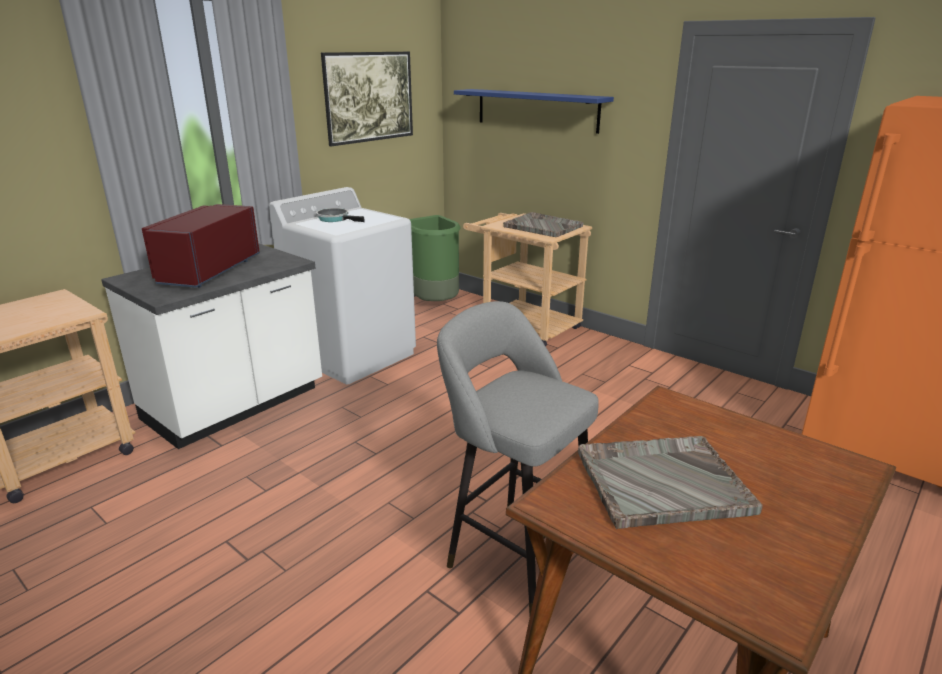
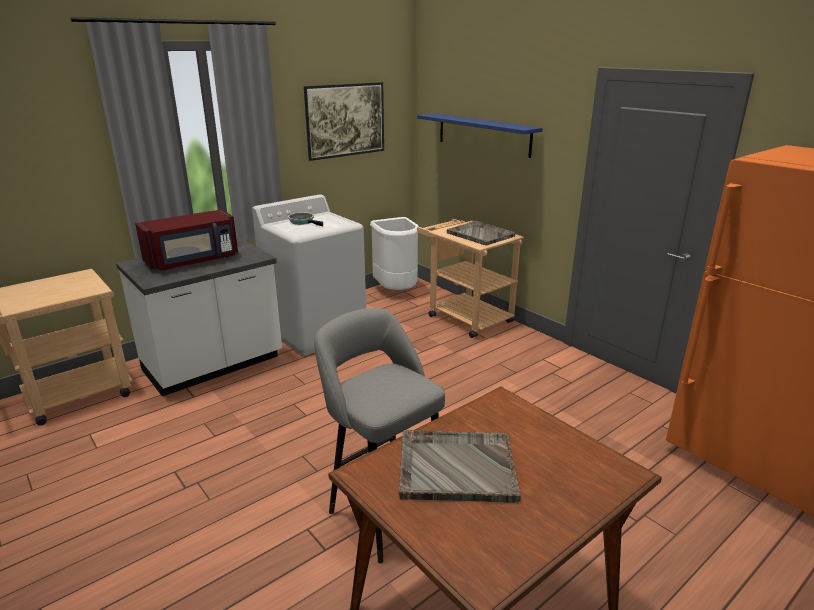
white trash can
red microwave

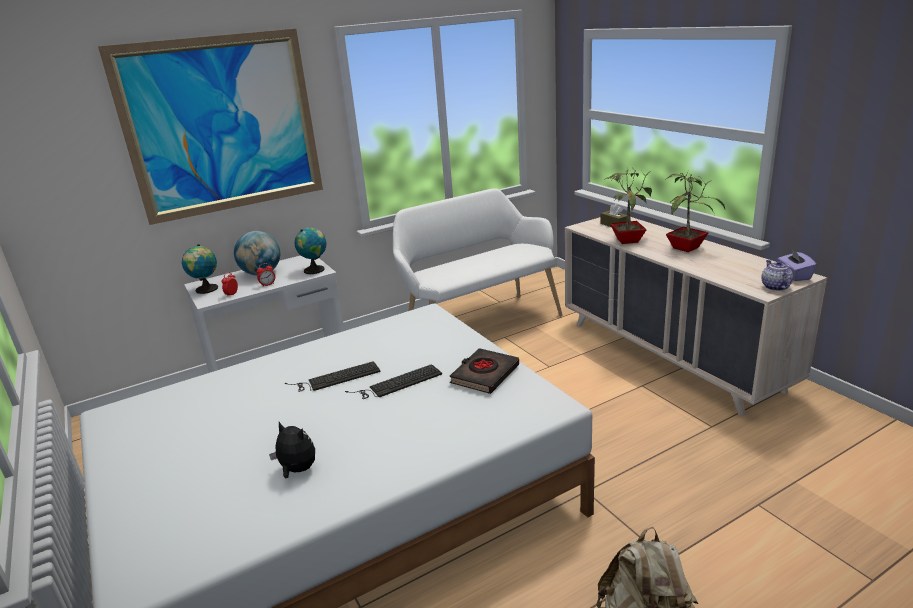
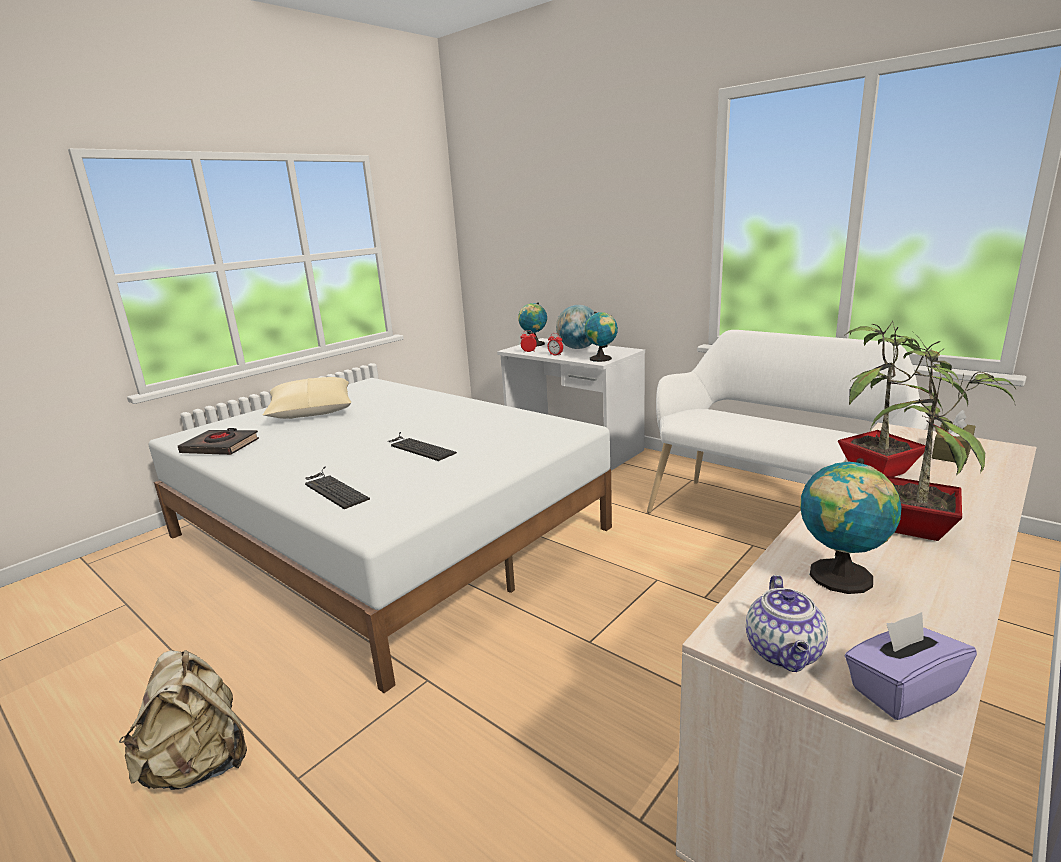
picture
plush toy
beige pillow
globe (4th from left)
keyboard (1st from left)
black book
teapot

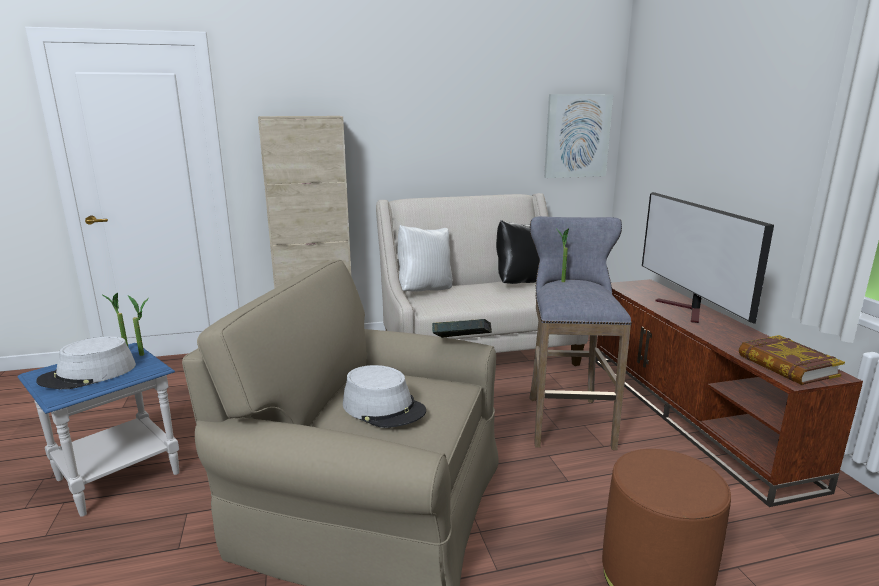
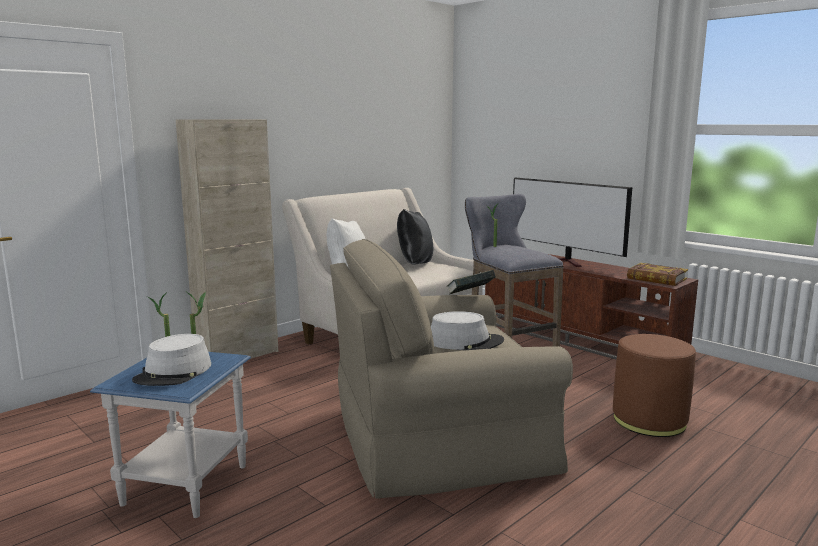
picture

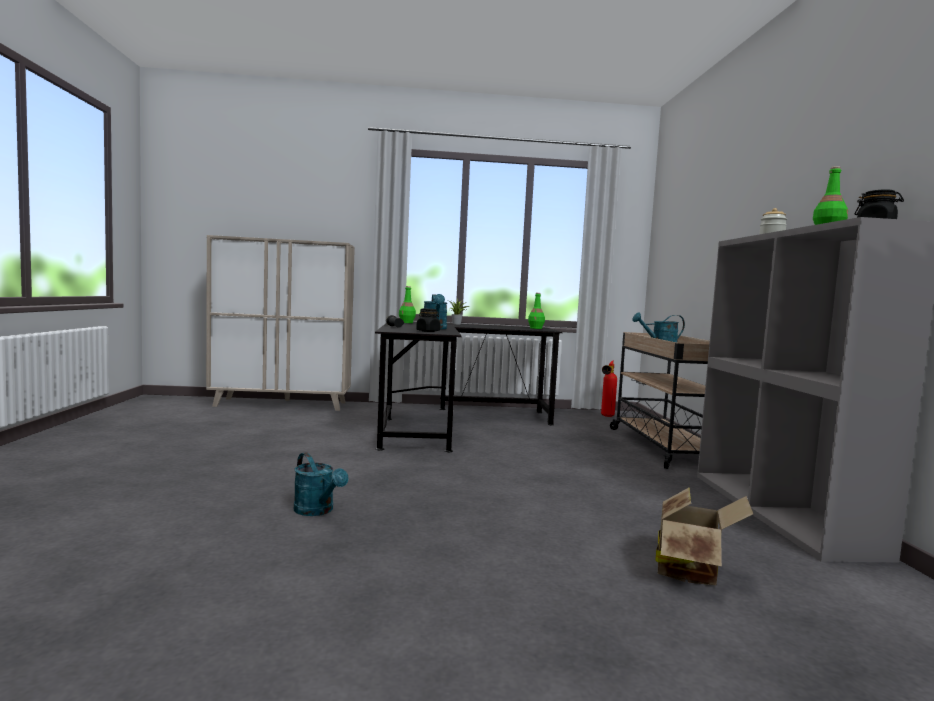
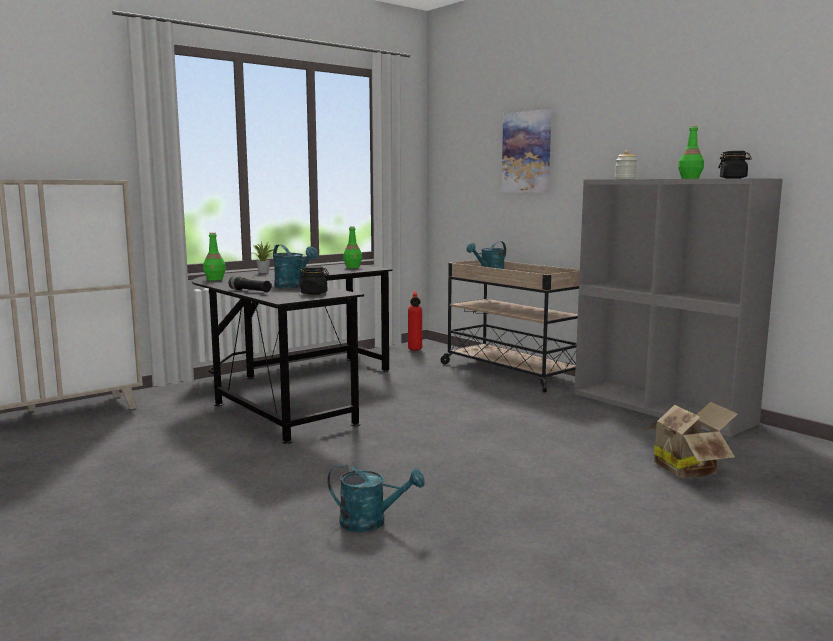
picture

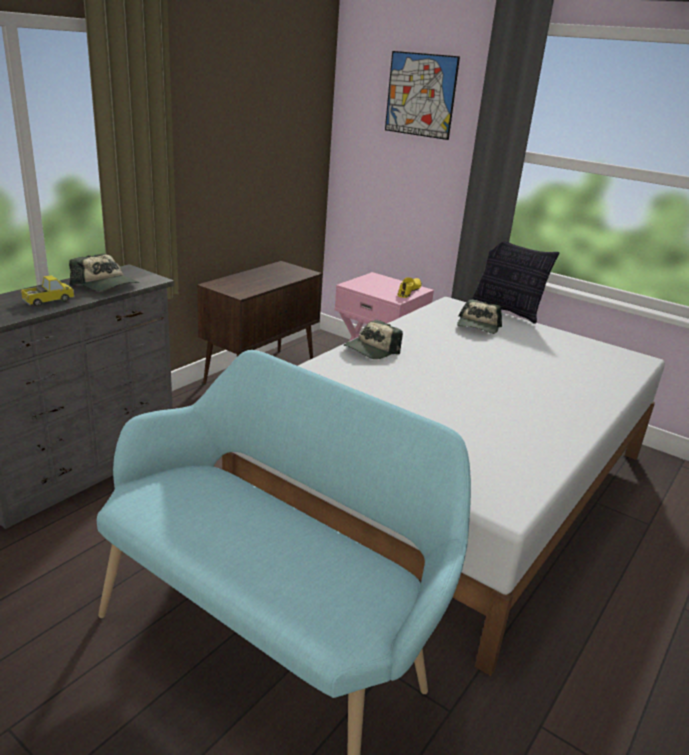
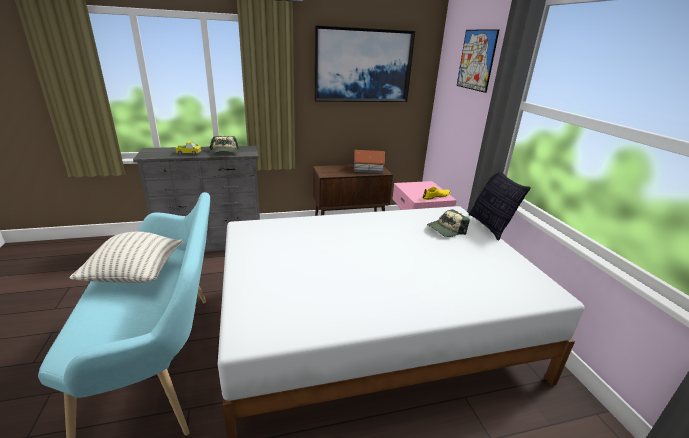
cap (2nd from left in the first image)
pillow (1st from left)
picture (1st from left)
toy house

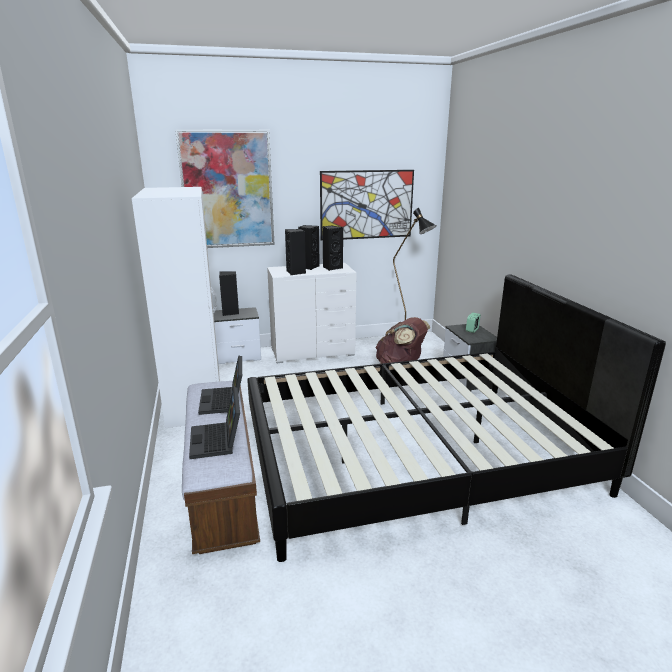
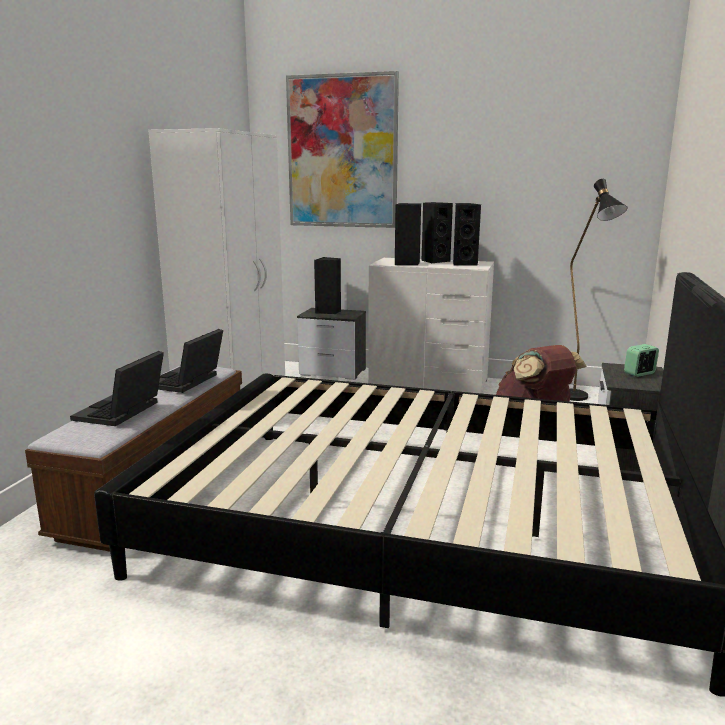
picture (2nd from left in the first image)

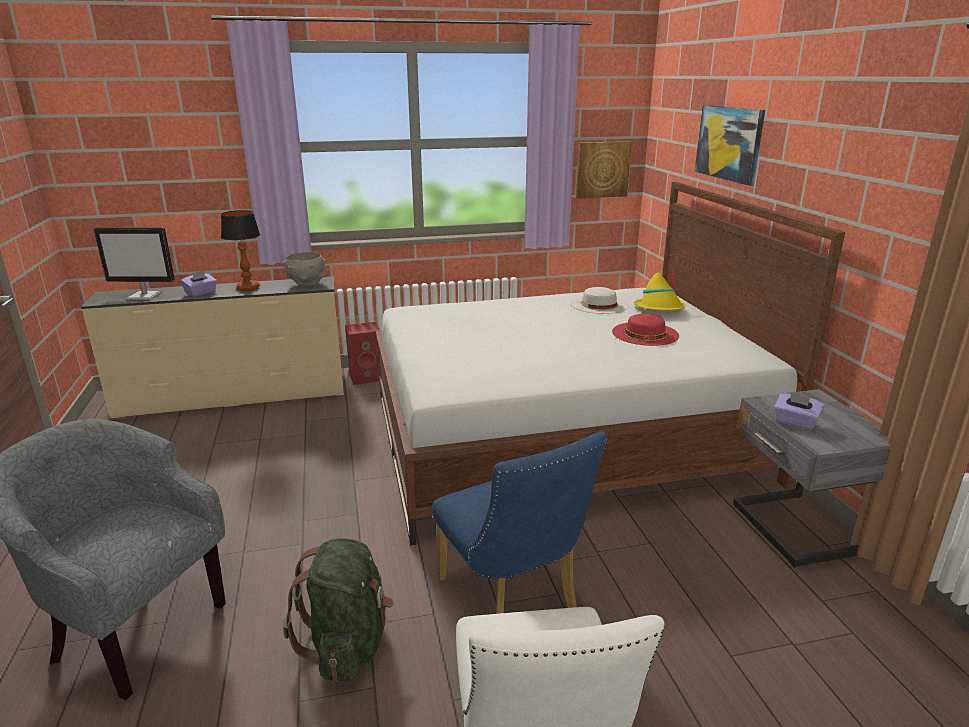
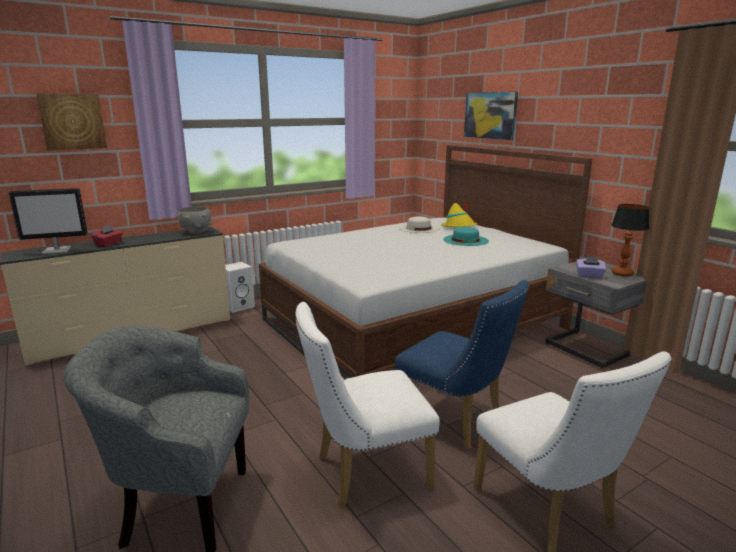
table lamp
picture (1st from left)
white chair (1st from left)
red tissue box
white speaker
turquoise hat

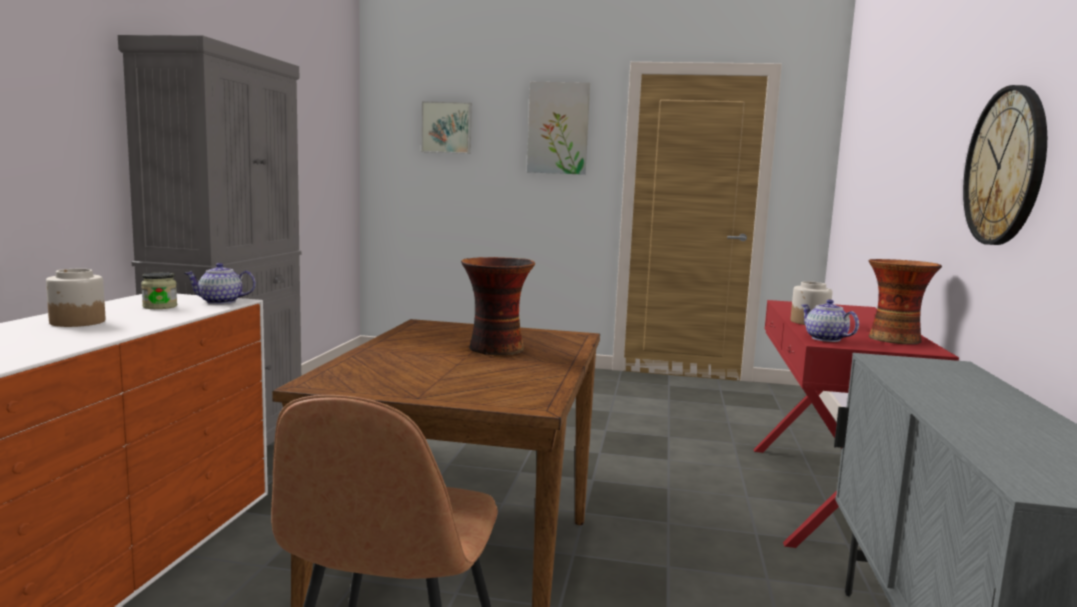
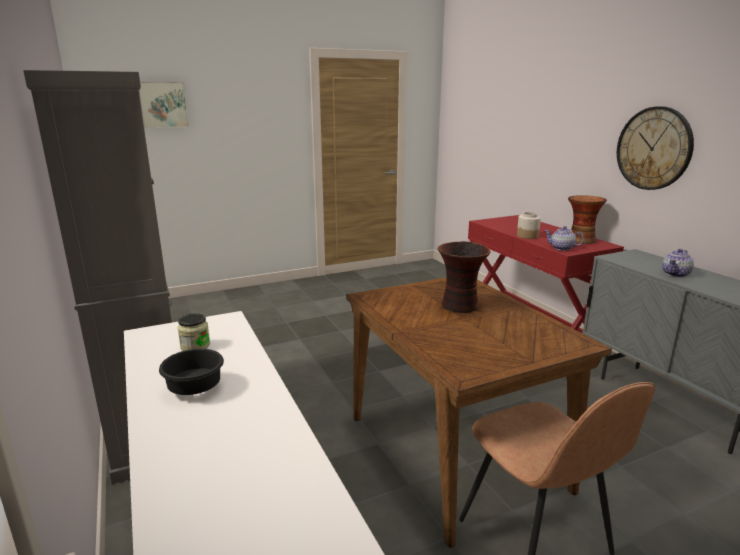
picture (2nd from left in the first image)
teapot (2nd from left)
black bowl

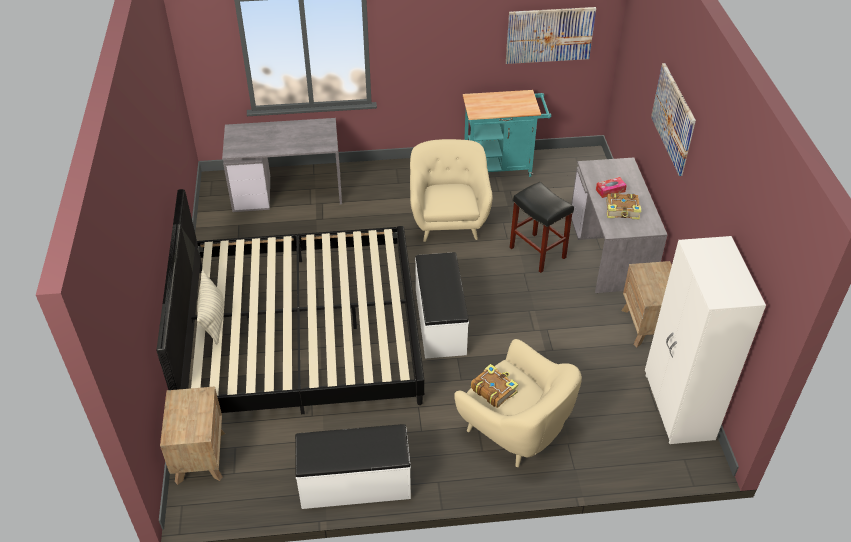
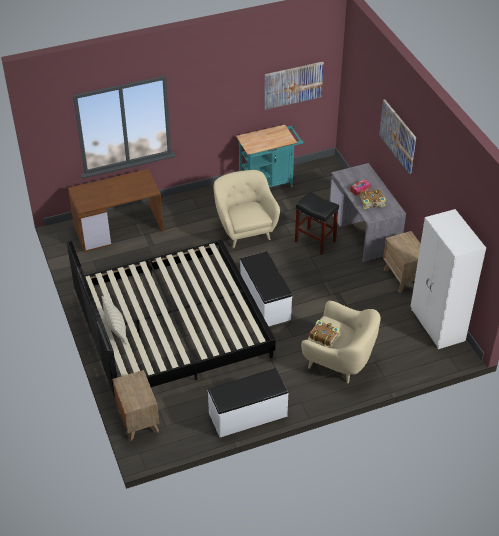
brown desk

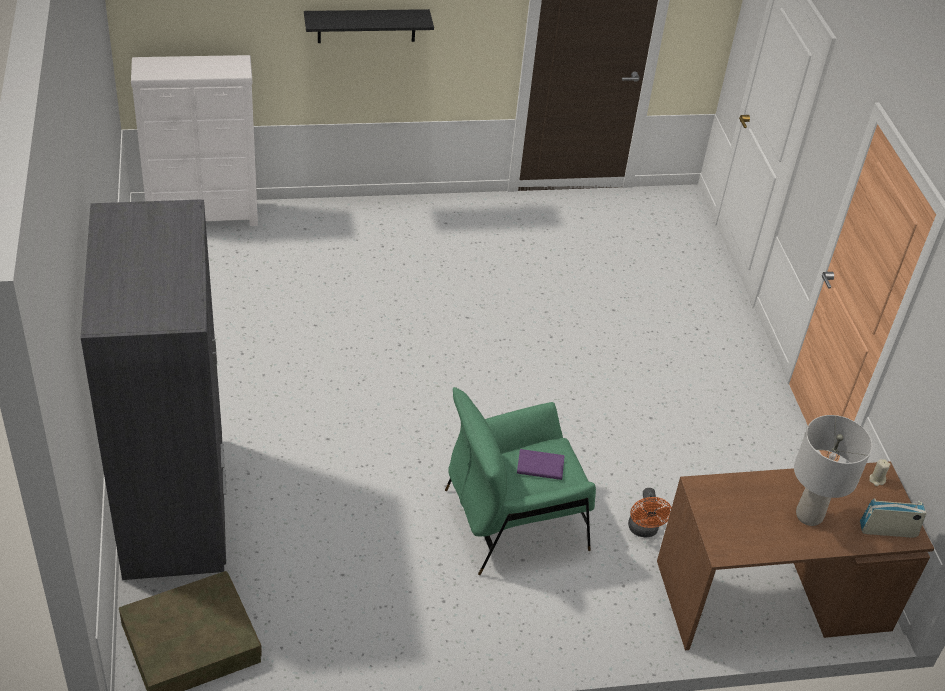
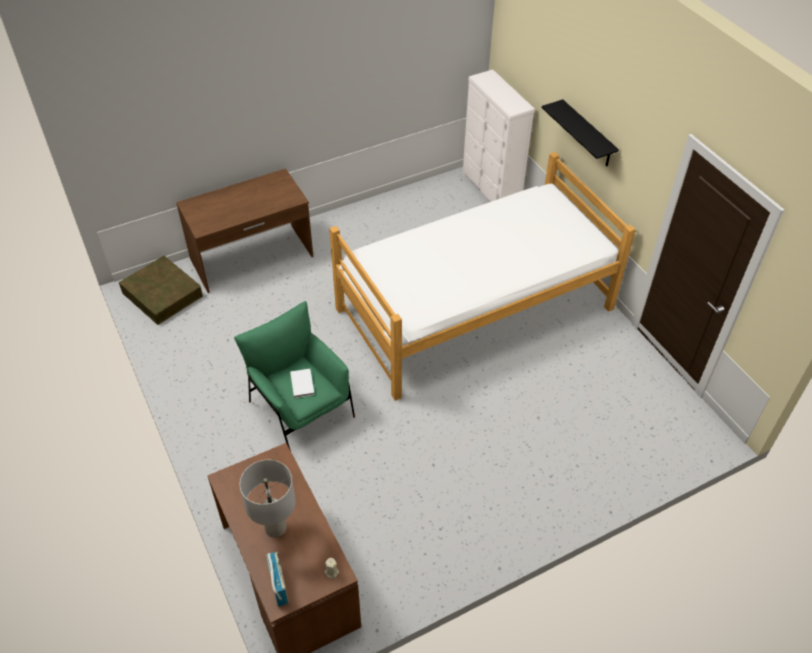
orange fan
bed
brown desk (1st from left)
white book

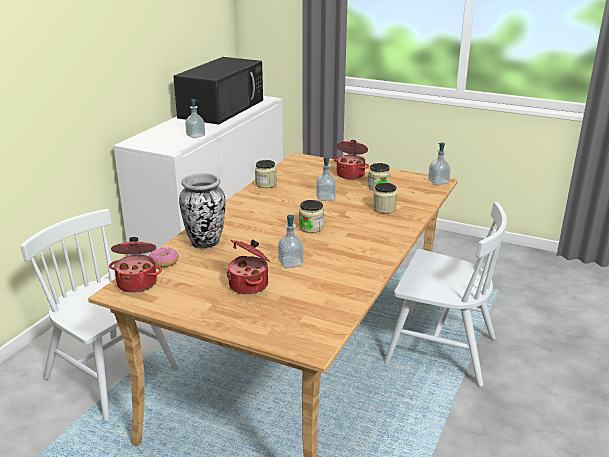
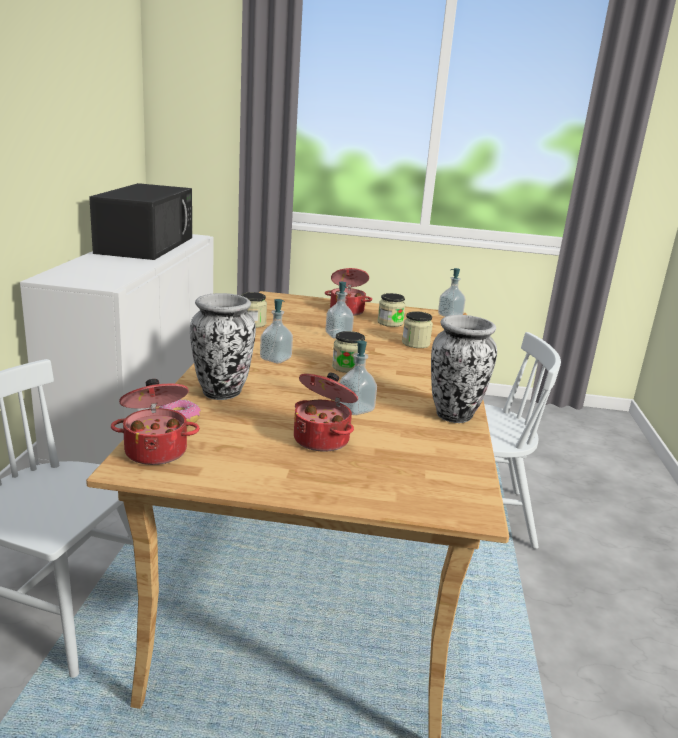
vase (2nd from left)
soap dispenser (1st from left)

